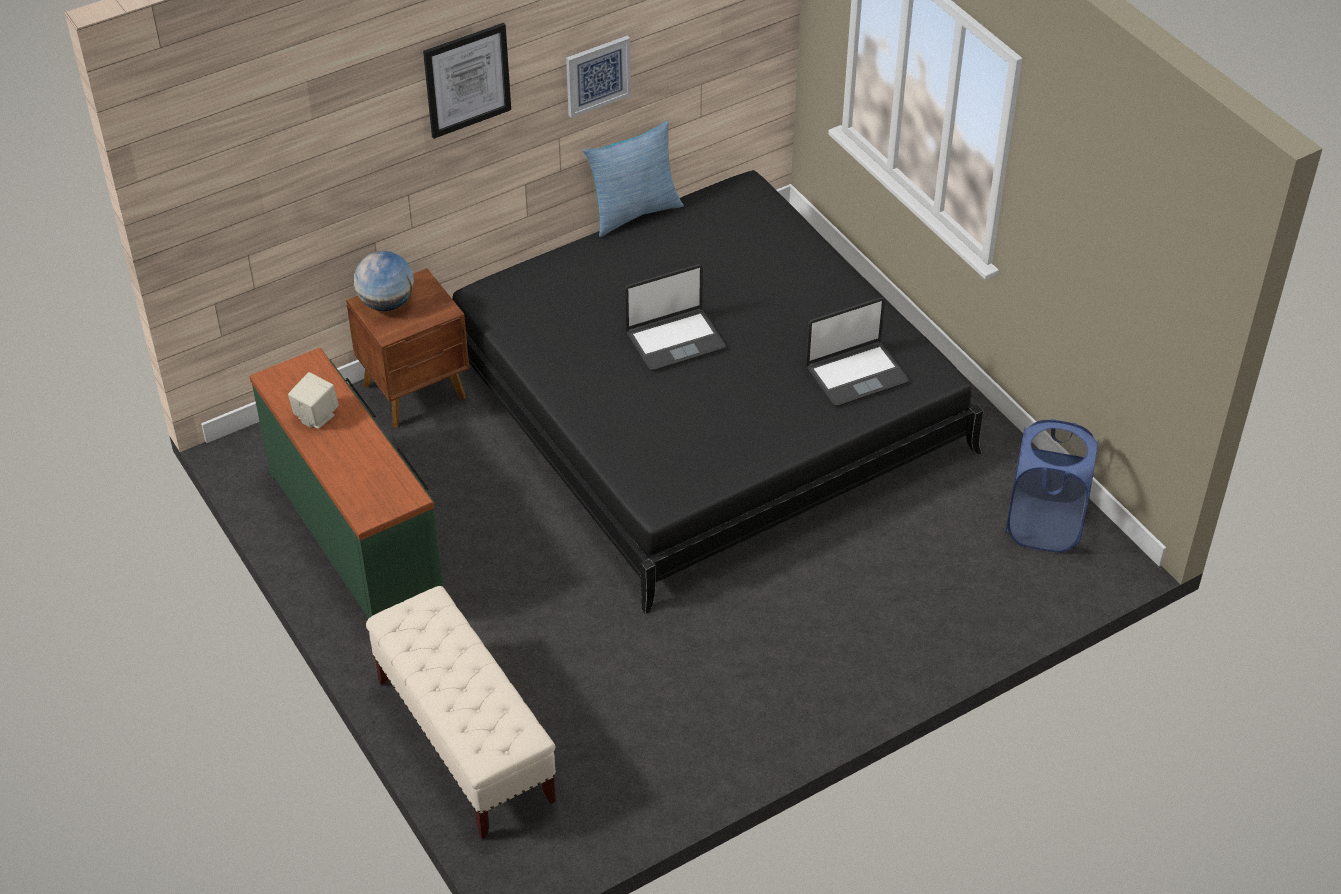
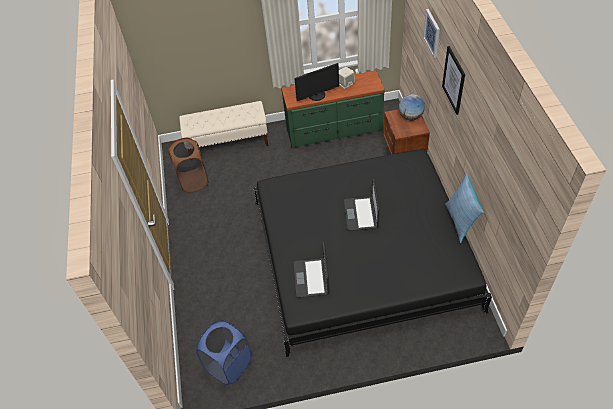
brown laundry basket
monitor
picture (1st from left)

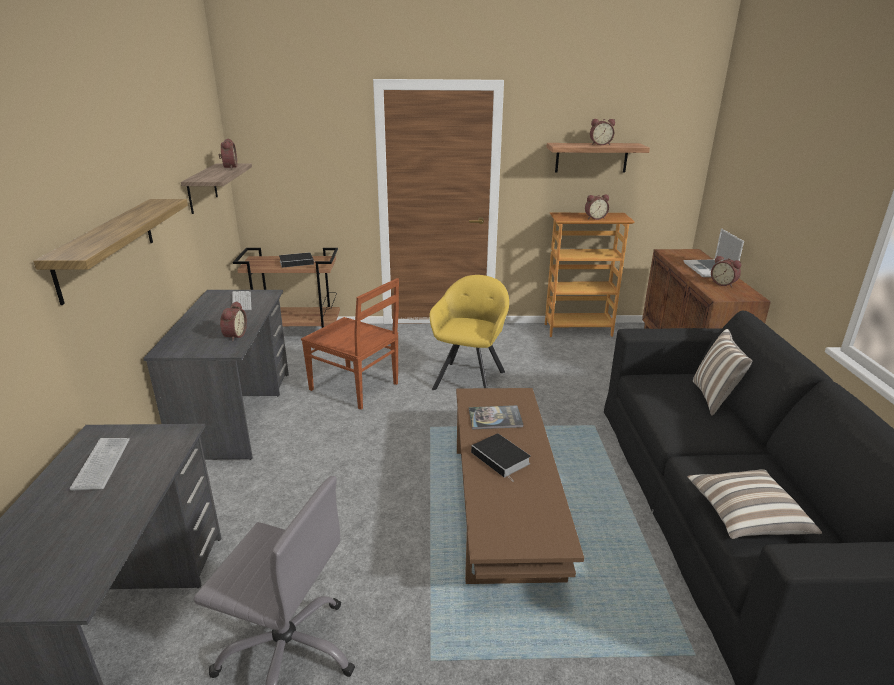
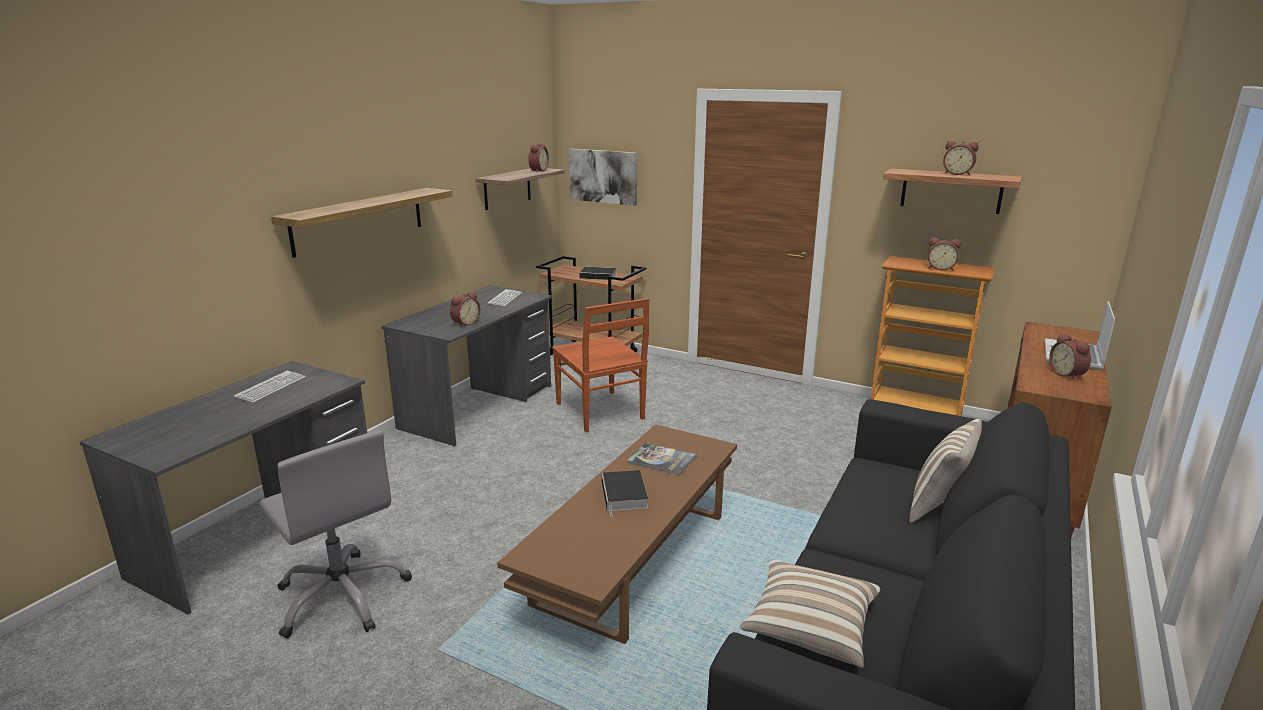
yellow armchair
picture

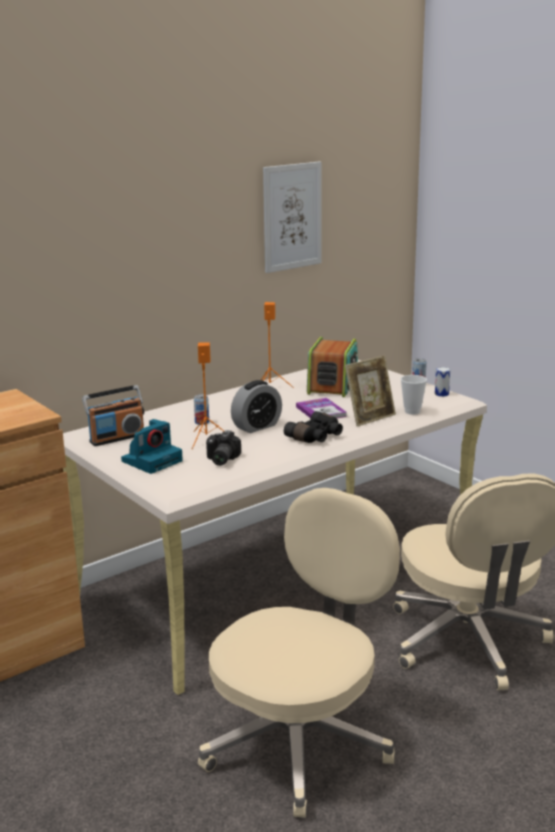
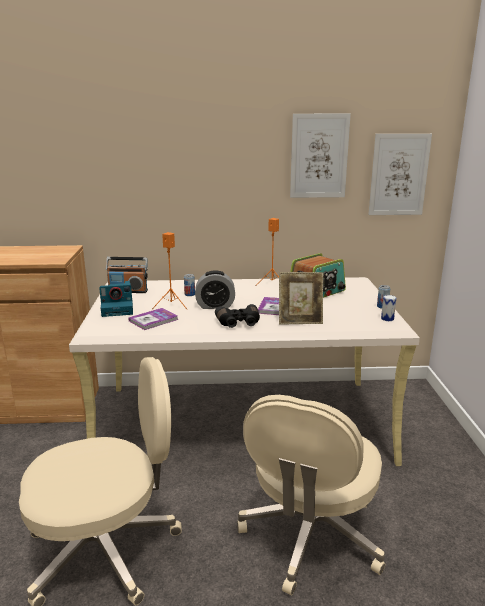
cup
picture (2nd from left)
book (1st from left)

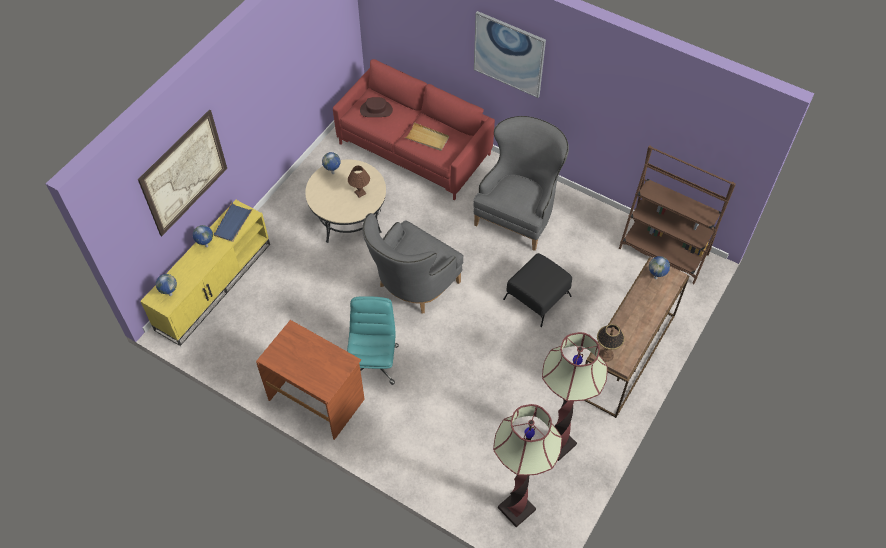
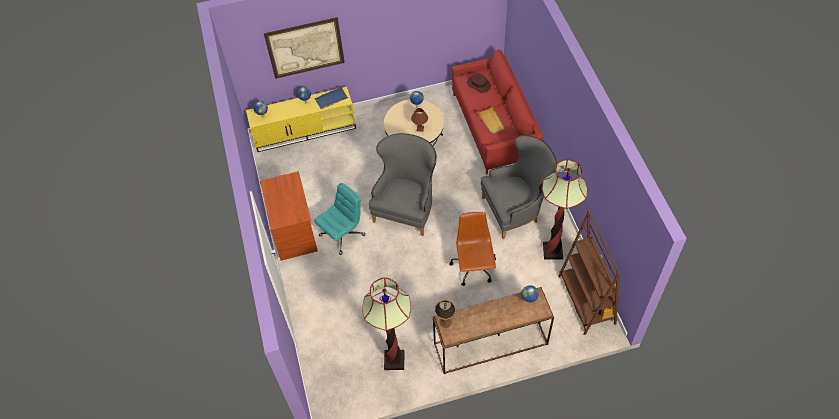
picture (2nd from left in the first image)
floor lamp (2nd from left)
brown office chair
grey armchair (1st from left)

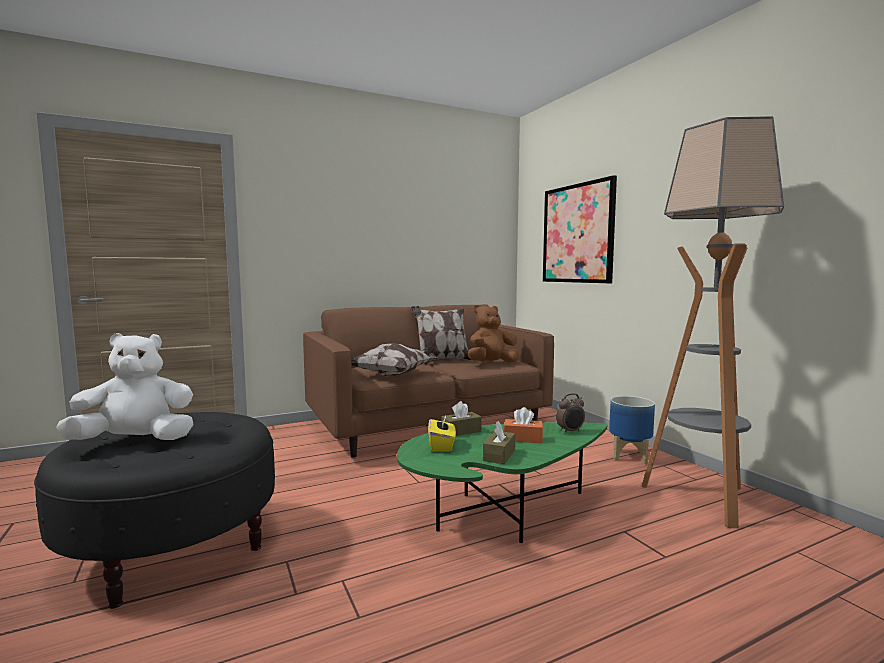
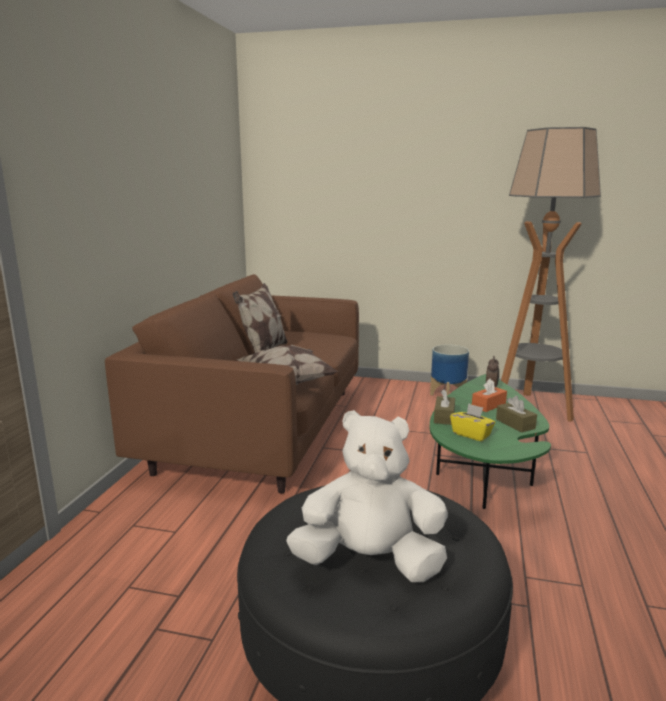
brown plush toy
picture
white plush toy

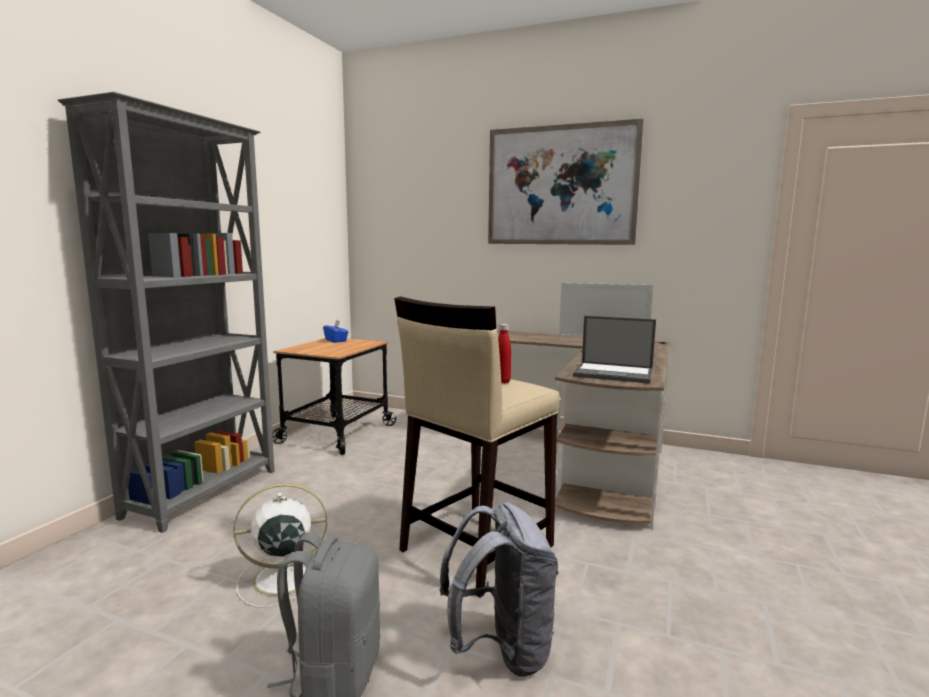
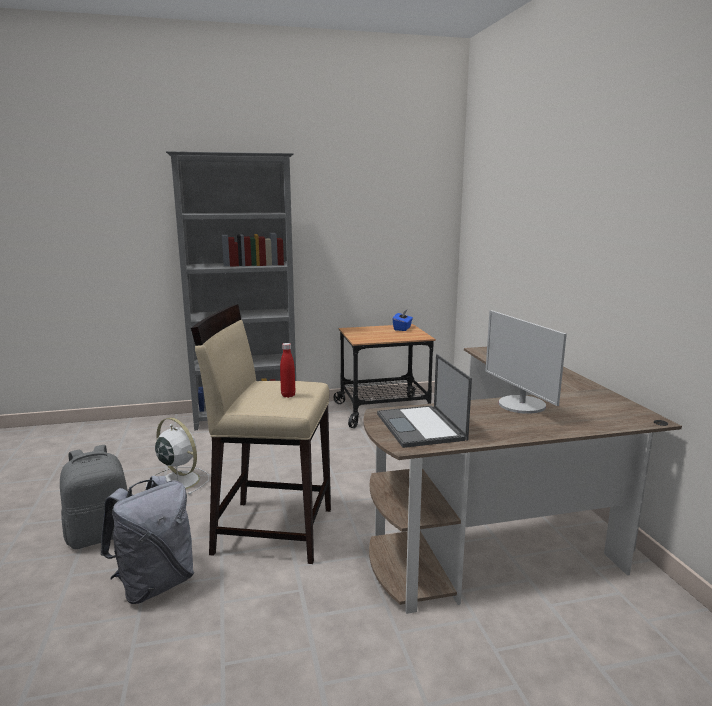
picture

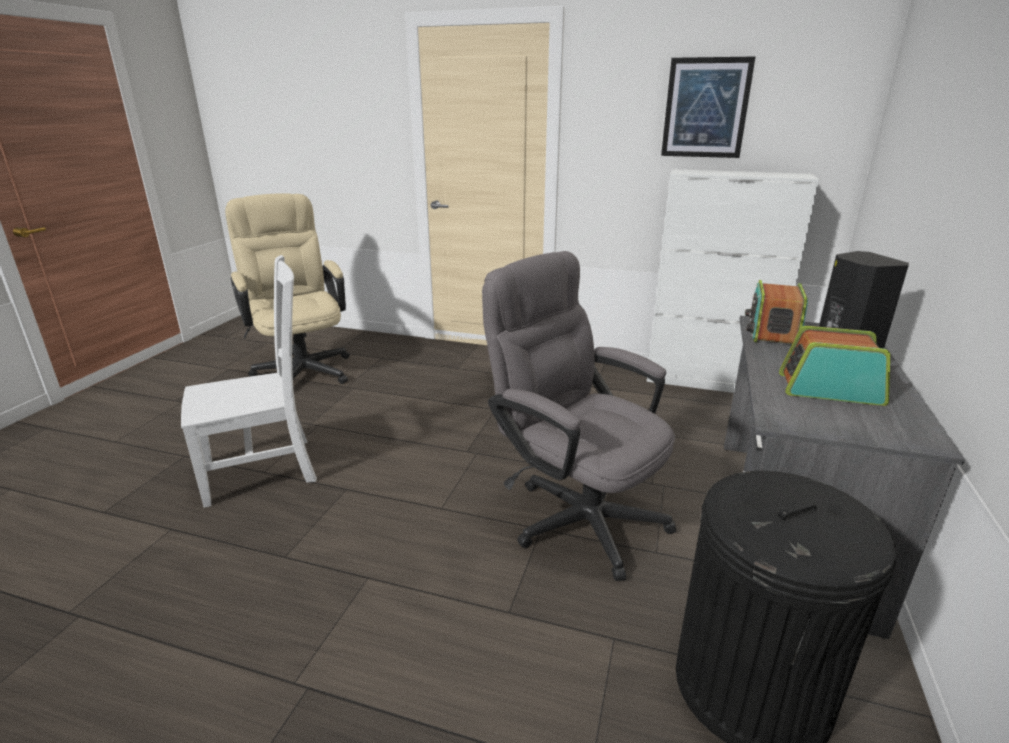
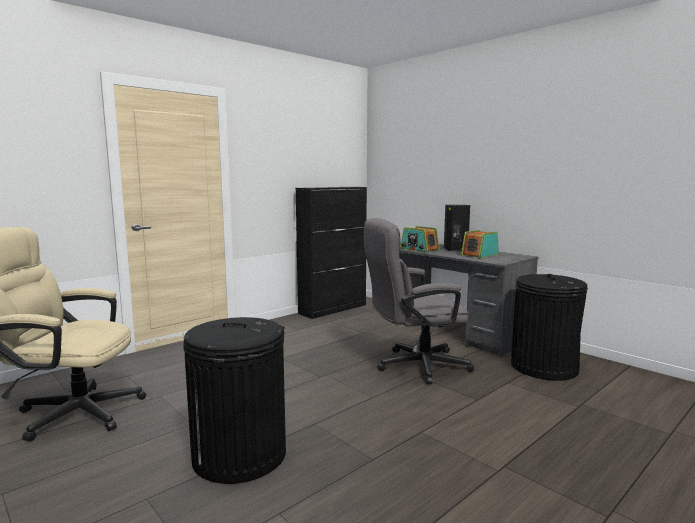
picture
black trash can (1st from left)
black cabinet

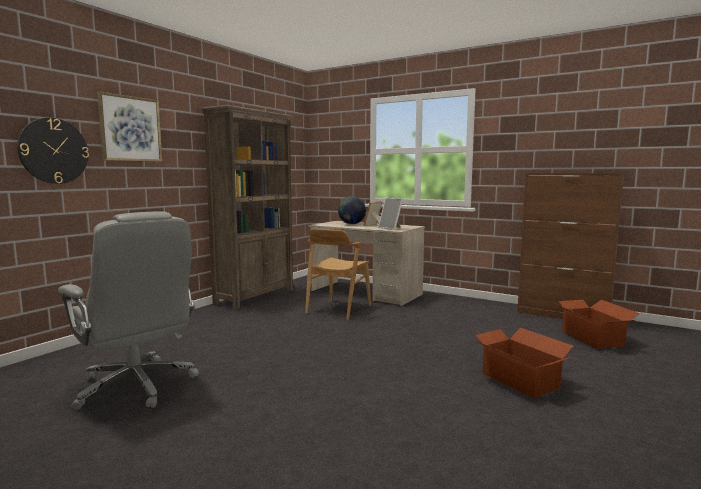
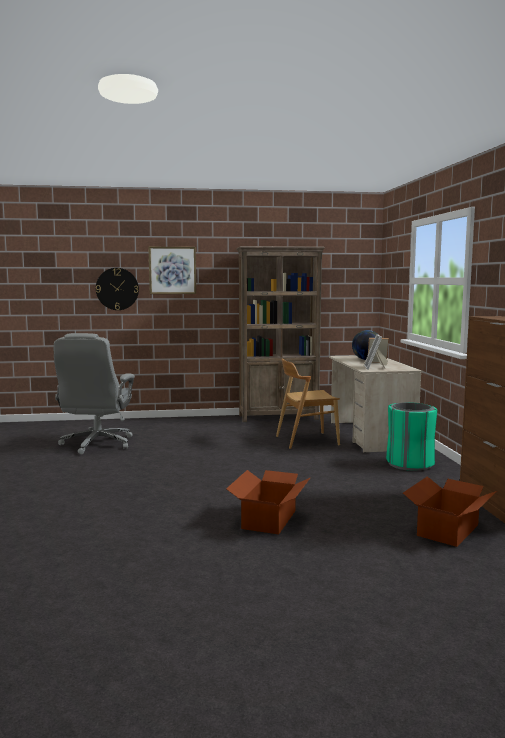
green trash can

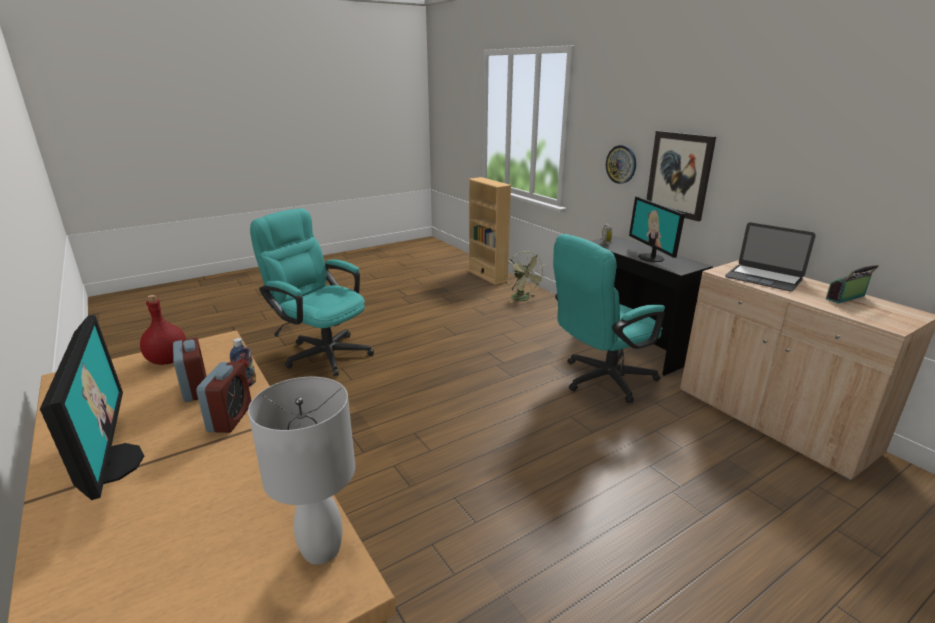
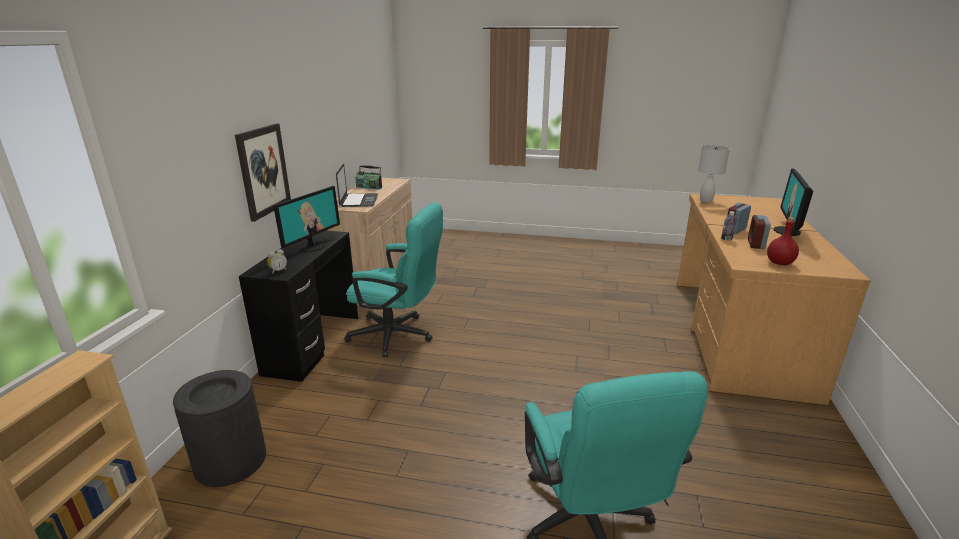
wall clock
black trash can

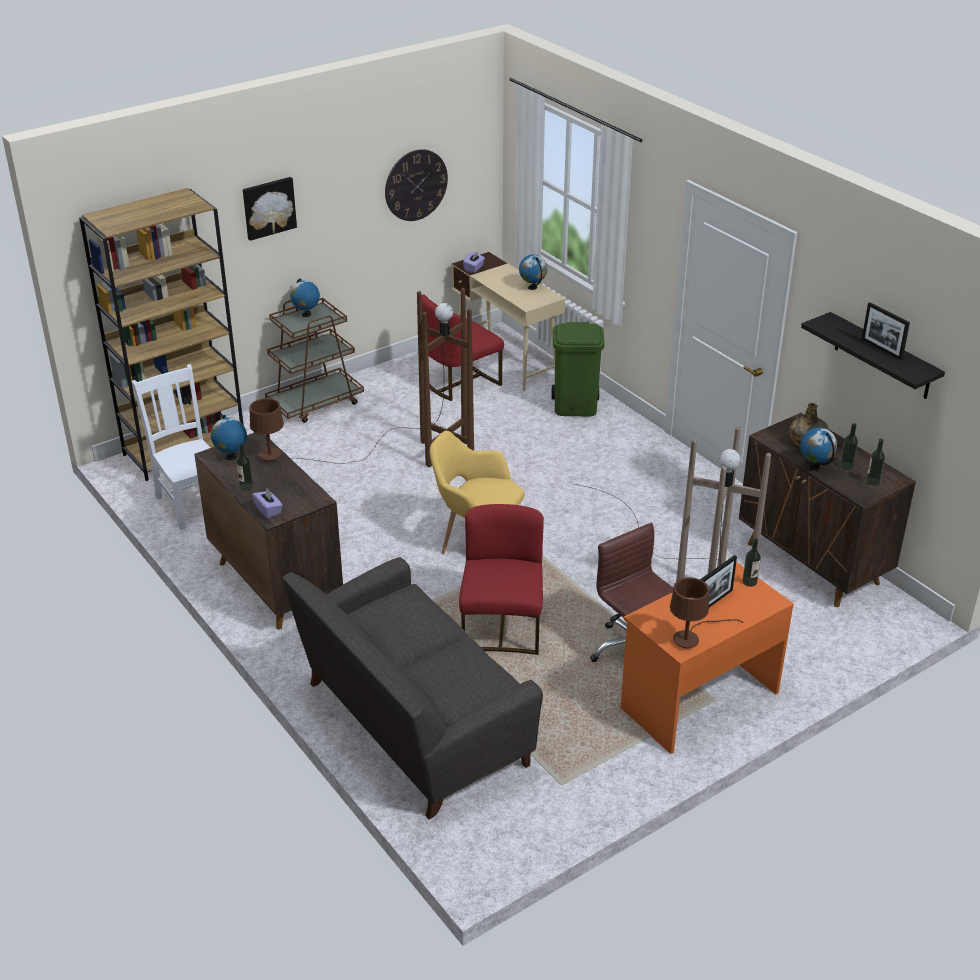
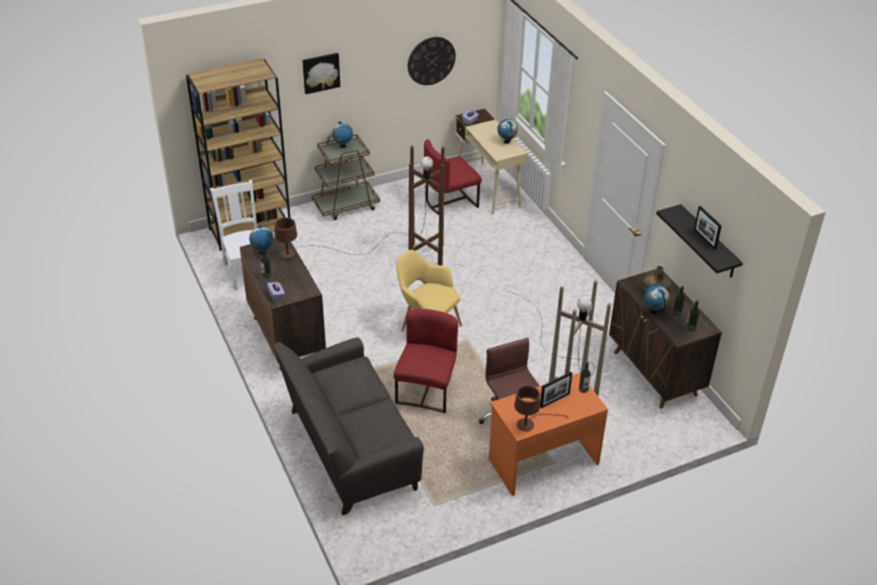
green trash can

